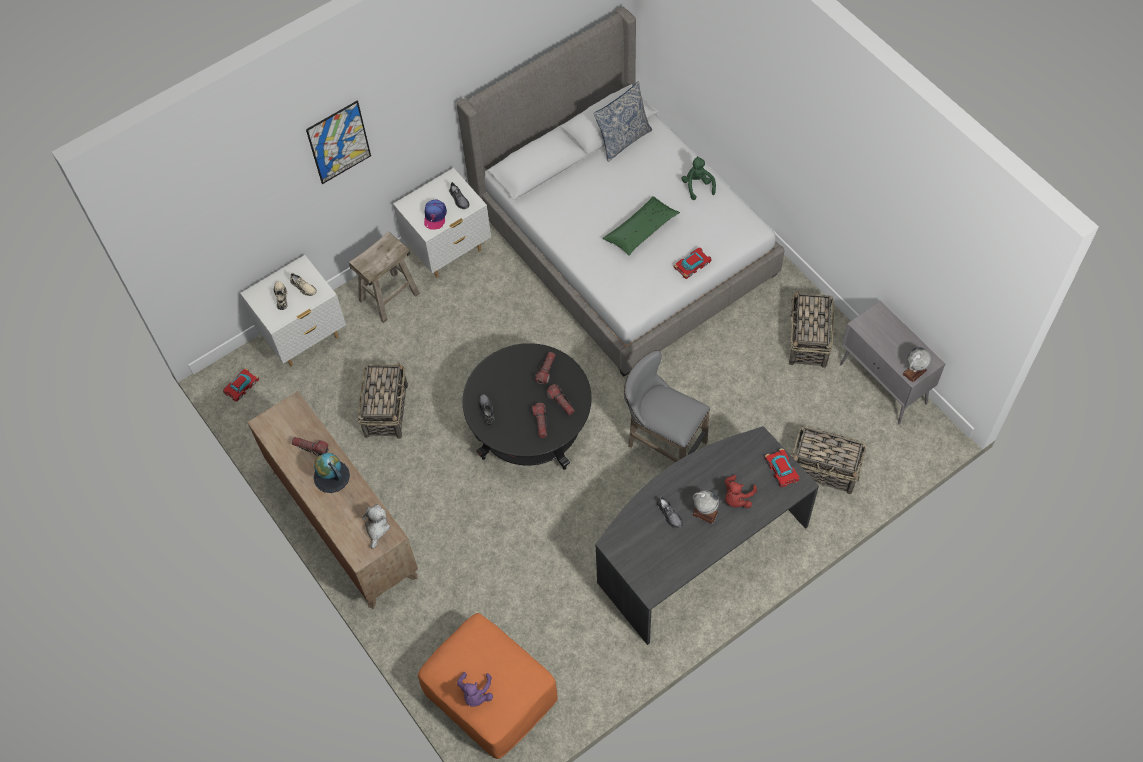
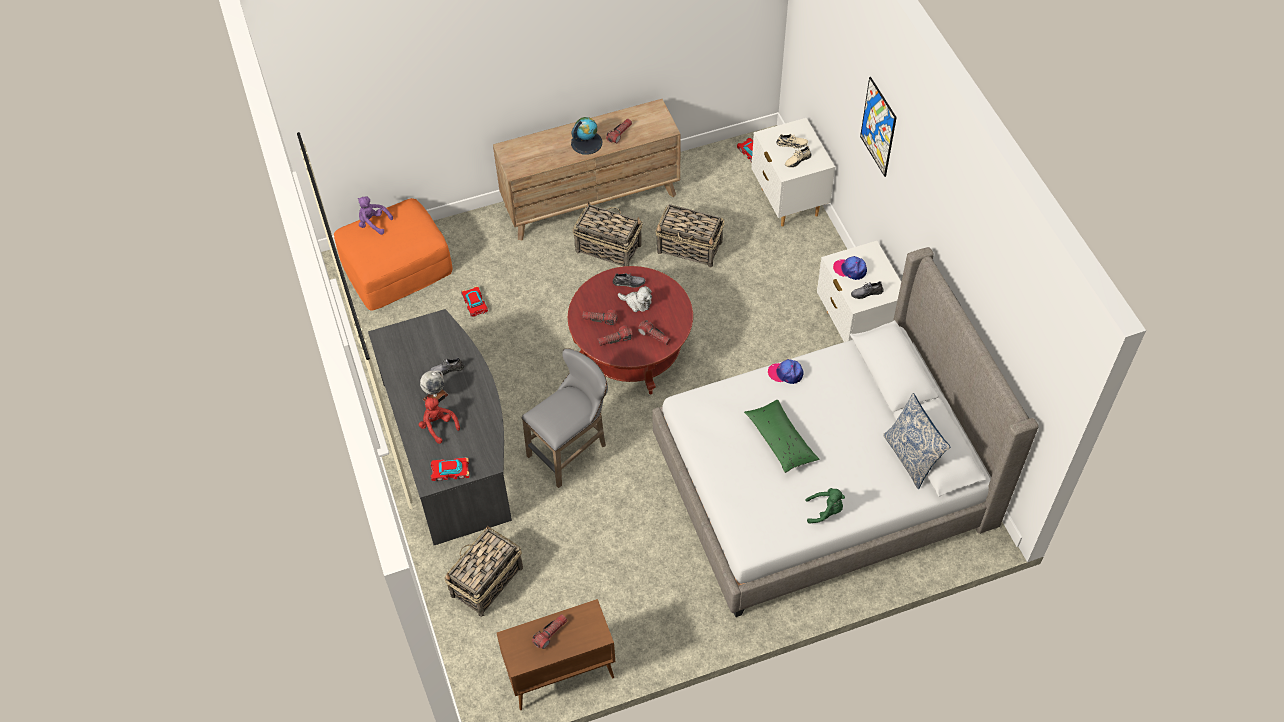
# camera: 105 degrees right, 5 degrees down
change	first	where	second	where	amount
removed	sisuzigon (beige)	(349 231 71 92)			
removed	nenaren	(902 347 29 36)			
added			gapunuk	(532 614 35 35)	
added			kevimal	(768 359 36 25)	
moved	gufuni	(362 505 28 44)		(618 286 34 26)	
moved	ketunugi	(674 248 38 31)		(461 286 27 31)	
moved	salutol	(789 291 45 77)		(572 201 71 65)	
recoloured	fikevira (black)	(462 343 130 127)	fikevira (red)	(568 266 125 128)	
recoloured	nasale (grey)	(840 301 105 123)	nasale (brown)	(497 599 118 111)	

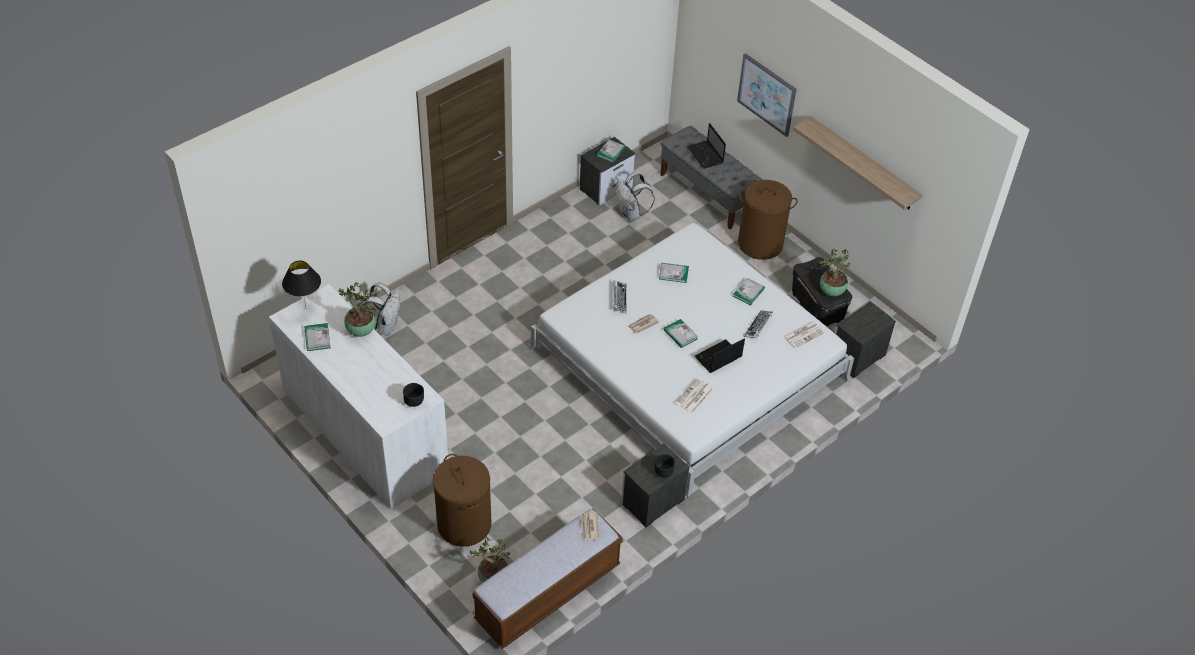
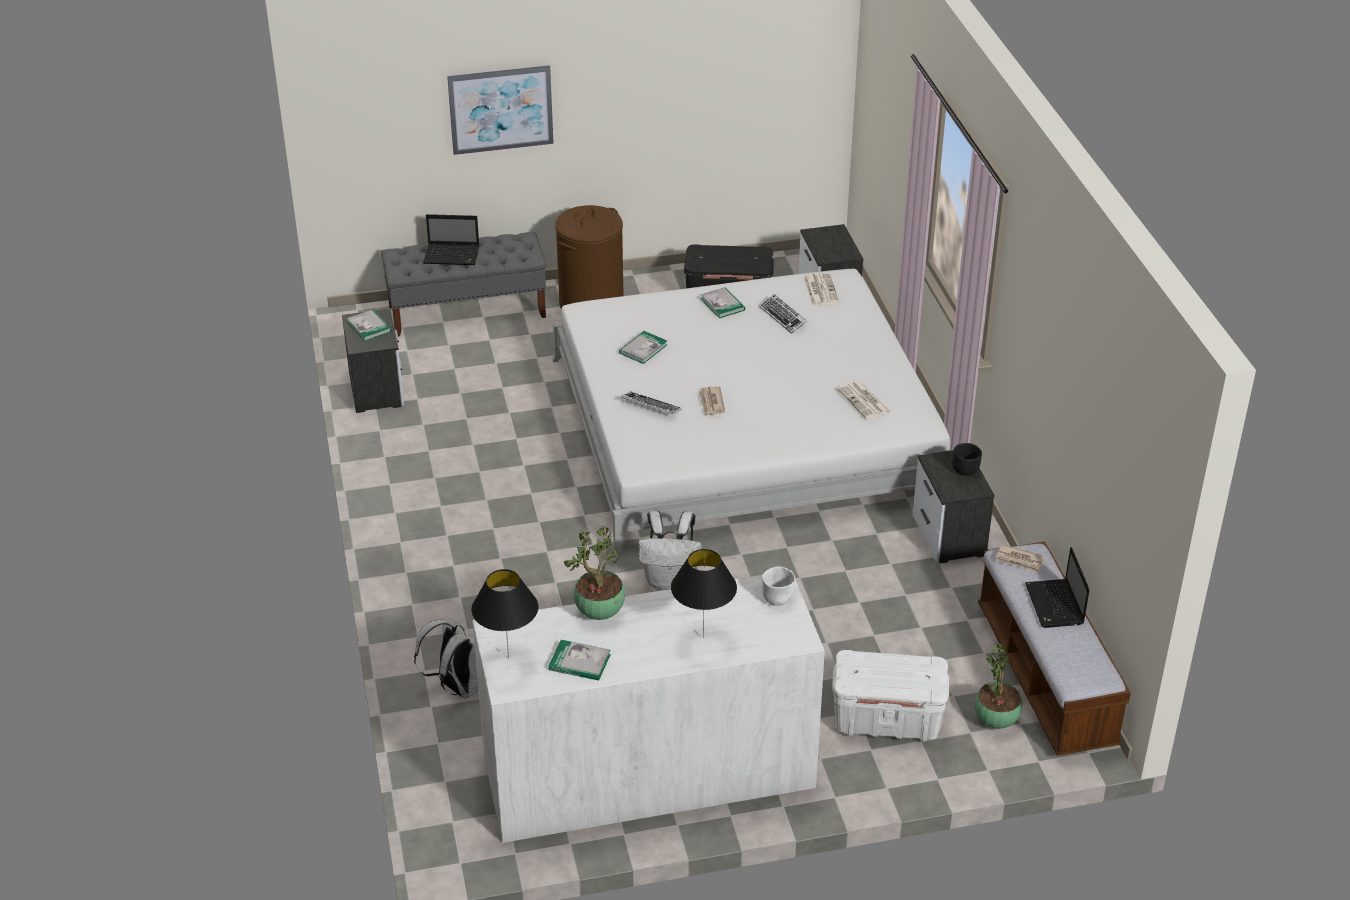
# camera: 60 degrees left, 10 degrees down
change	first	where	second	where	amount
removed	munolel	(663 319 35 29)			
removed	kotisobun	(793 116 129 93)			
removed	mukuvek	(819 248 31 48)			
added			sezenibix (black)	(671 549 66 89)	
moved	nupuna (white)	(616 172 39 49)		(639 511 63 78)	
moved	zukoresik	(695 338 50 35)		(1025 547 65 81)	
replaced	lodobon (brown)	(433 454 58 93)	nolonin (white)	(832 650 117 91)	
recoloured	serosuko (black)	(403 383 21 24)	serosuko (white)	(762 566 33 40)	

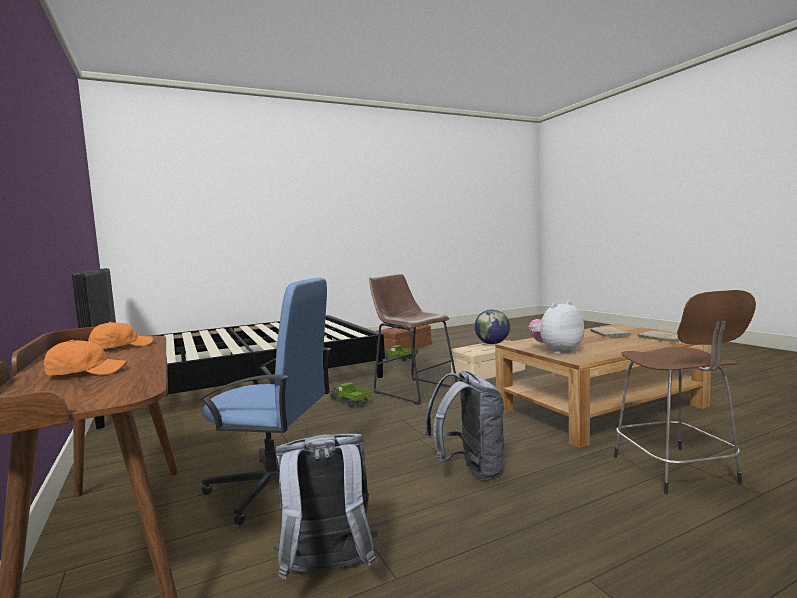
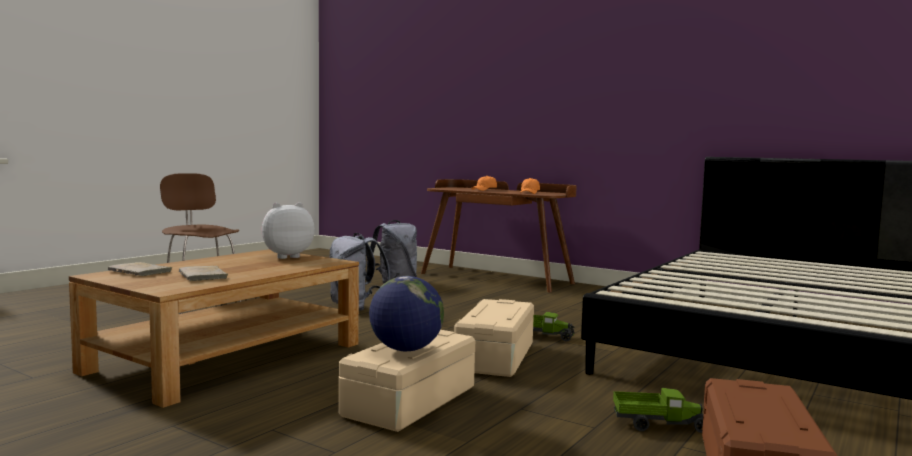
# camera: 150 degrees right, 0 degrees up
change	first	where	second	where	amount
removed	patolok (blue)	(199 277 131 248)			
replaced	sisuzigon (brown)	(369 274 89 131)	nolonin (beige)	(454 299 80 78)	
turned	gufuni	(528 301 56 53)		(261 202 54 57)	150 degrees counterclockwise

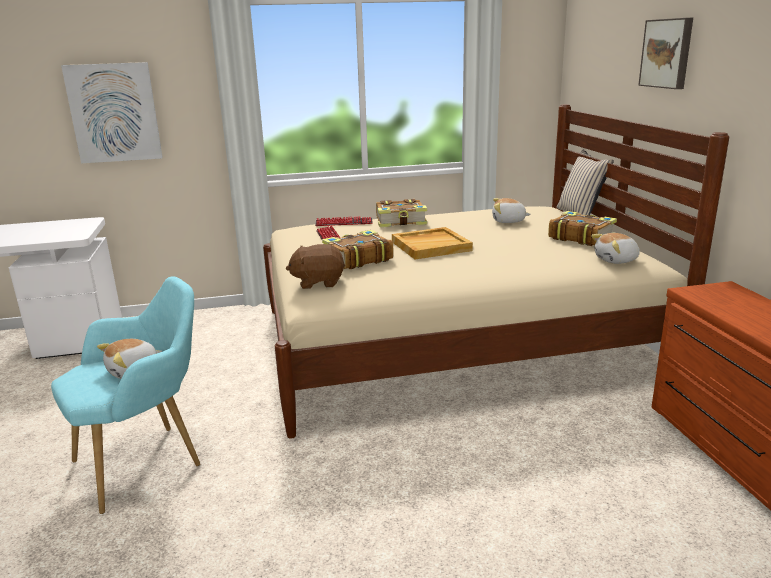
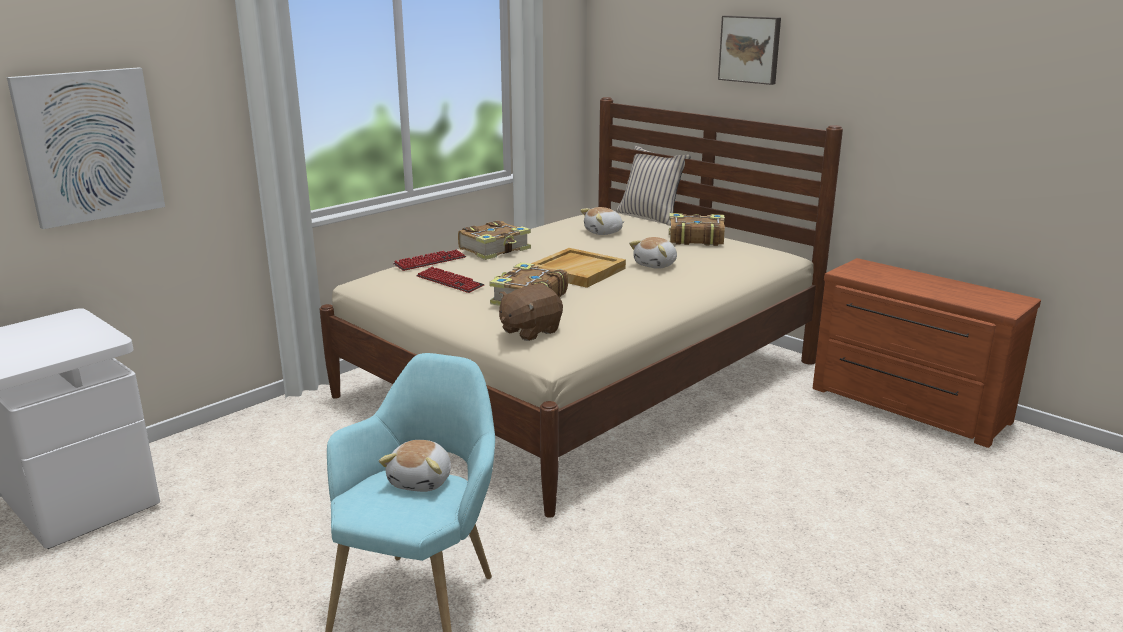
# camera: 35 degrees left, 0 degrees up
change	first	where	second	where	amount
moved	gufuni	(591 233 49 31)		(629 237 48 32)	

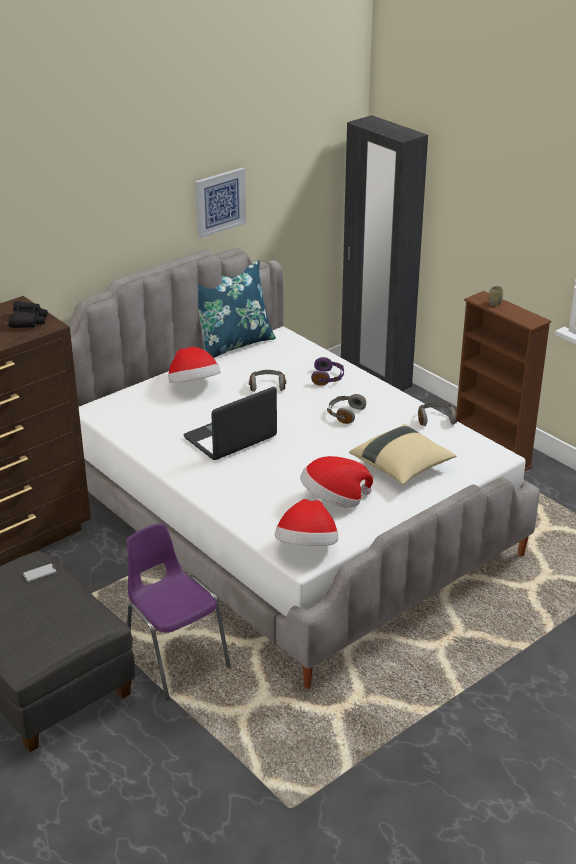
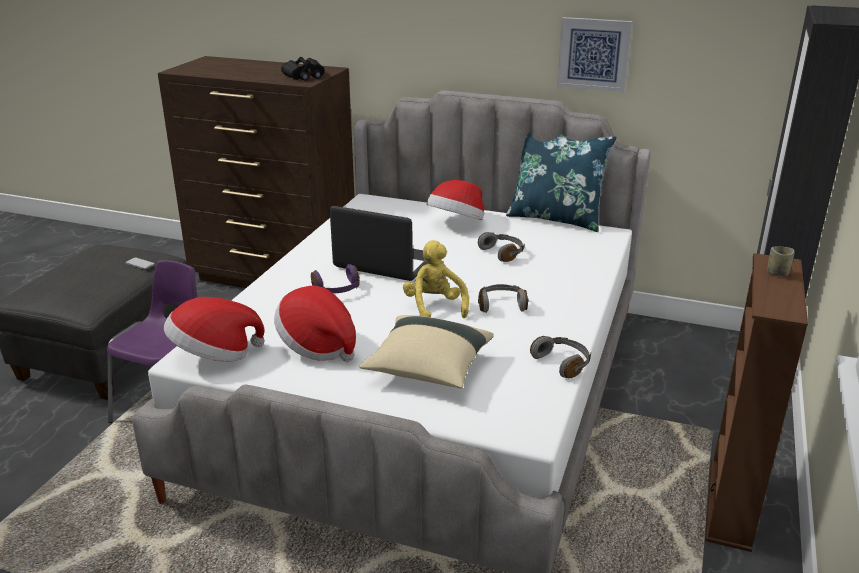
# camera: 60 degrees right, 5 degrees down
change	first	where	second	where	amount
added			gufuni (yellow)	(403 240 66 78)	
moved	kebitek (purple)	(311 357 33 29)		(311 264 49 29)	

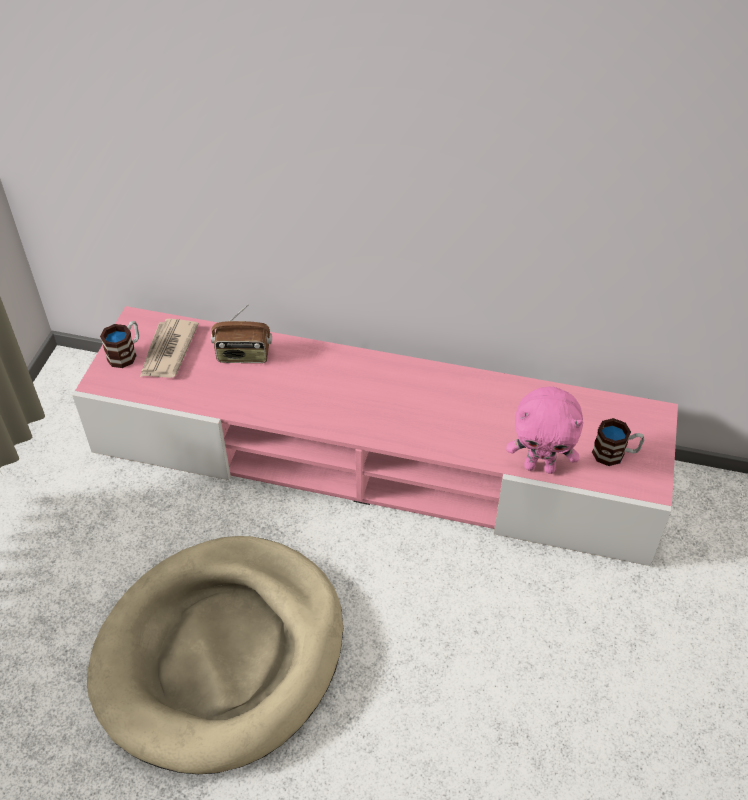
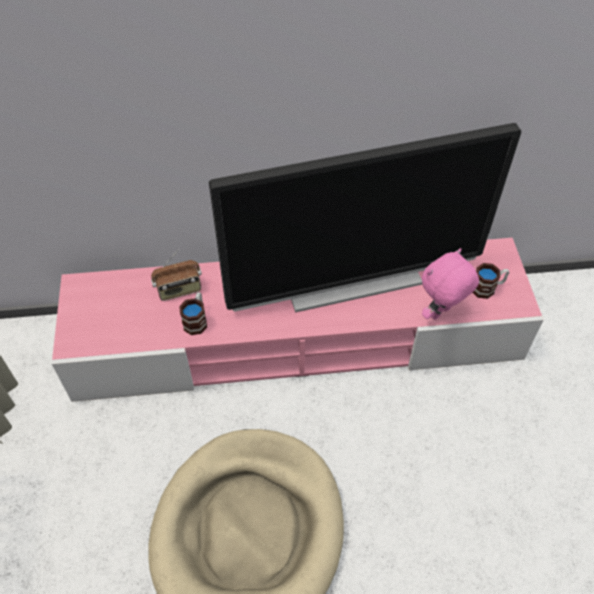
# camera: 20 degrees left, 5 degrees up
change	first	where	second	where	amount
removed	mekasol	(140 319 59 59)			
added			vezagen	(209 123 313 190)	
moved	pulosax	(100 321 39 47)		(179 292 28 43)	
turned	gufuni (pink)	(506 387 77 87)		(422 248 57 72)	150 degrees clockwise

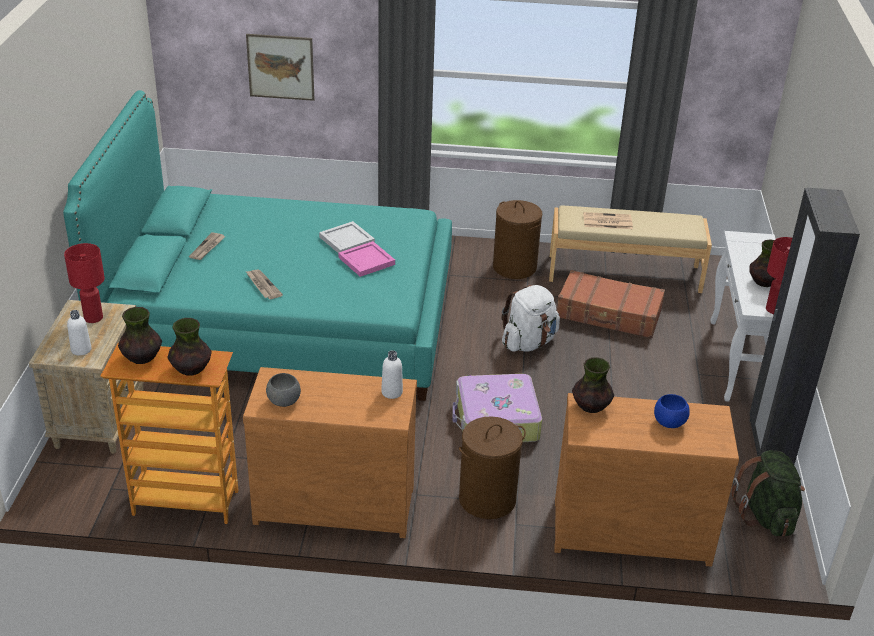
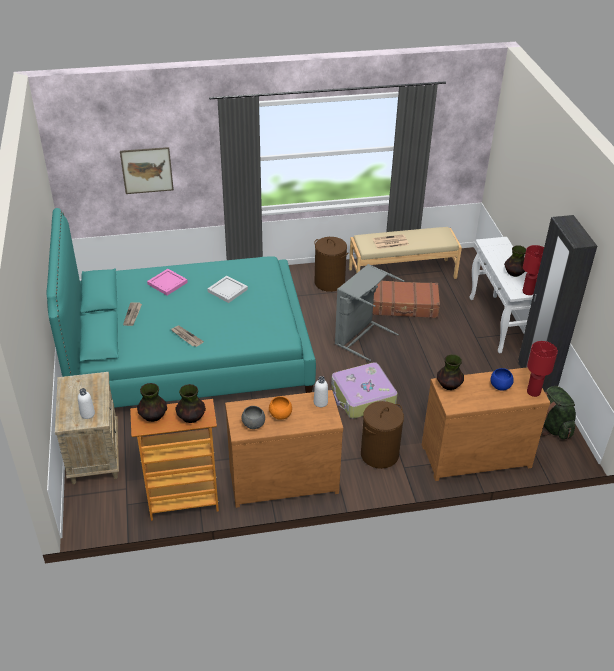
# camera: 15 degrees left, 5 degrees up
change	first	where	second	where	amount
added			serosuko (orange)	(269 396 23 24)	
moved	sezenibix (red)	(64 243 41 80)		(527 341 31 56)	
moved	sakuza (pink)	(338 241 57 36)		(147 269 41 26)	
replaced	nupuna (white)	(502 285 58 67)	lodobon (grey)	(335 264 69 97)	

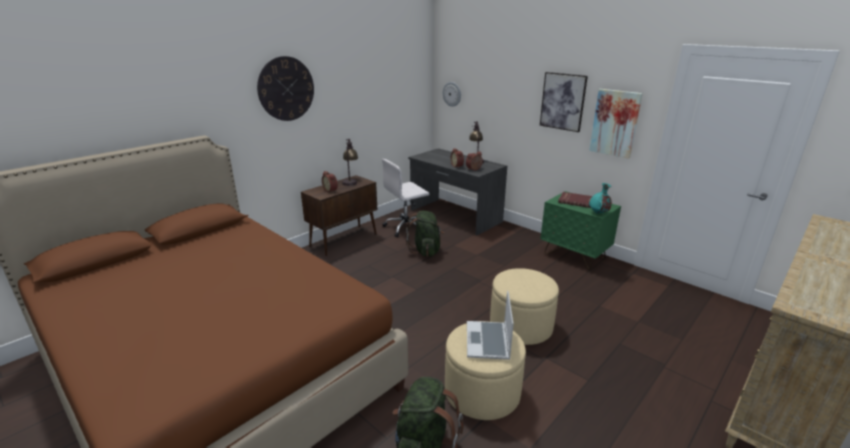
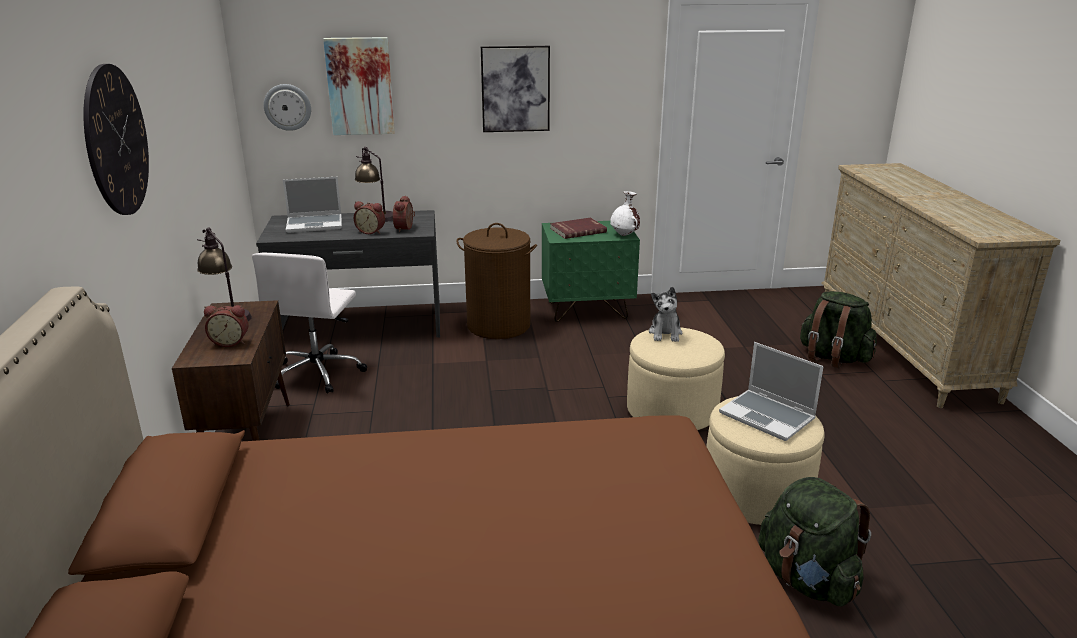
# camera: 50 degrees left, 0 degrees up
change	first	where	second	where	amount
added			zukoresik	(283 177 59 56)	
added			lodobon (brown)	(456 223 81 116)	
added			gufuni	(649 287 33 55)	
moved	nupuna (green)	(406 211 38 46)		(800 291 77 77)	
moved	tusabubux	(589 89 54 70)		(323 37 72 98)	
recoloured	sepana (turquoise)	(589 183 23 31)	sepana (white)	(610 191 30 45)	

